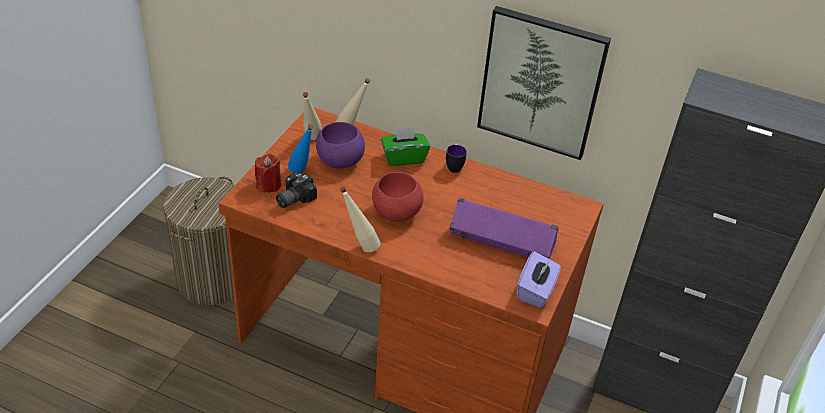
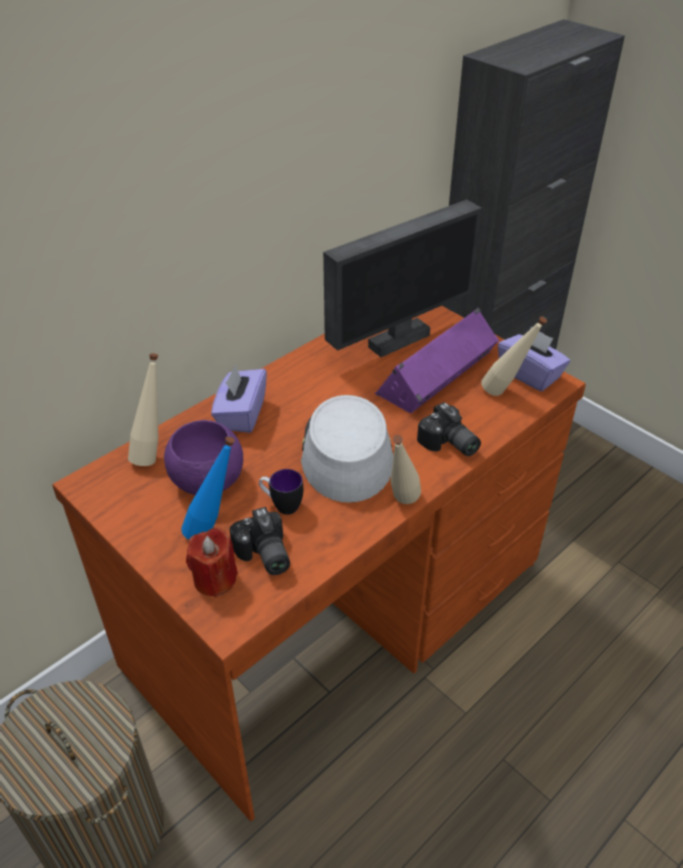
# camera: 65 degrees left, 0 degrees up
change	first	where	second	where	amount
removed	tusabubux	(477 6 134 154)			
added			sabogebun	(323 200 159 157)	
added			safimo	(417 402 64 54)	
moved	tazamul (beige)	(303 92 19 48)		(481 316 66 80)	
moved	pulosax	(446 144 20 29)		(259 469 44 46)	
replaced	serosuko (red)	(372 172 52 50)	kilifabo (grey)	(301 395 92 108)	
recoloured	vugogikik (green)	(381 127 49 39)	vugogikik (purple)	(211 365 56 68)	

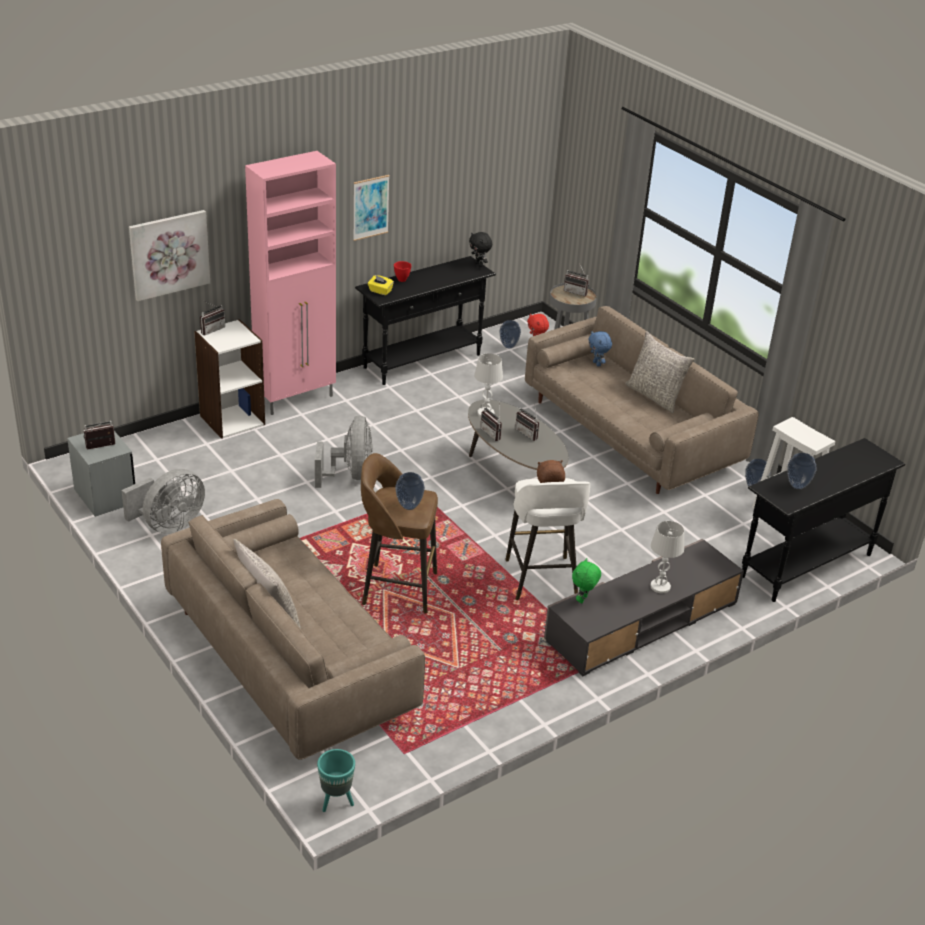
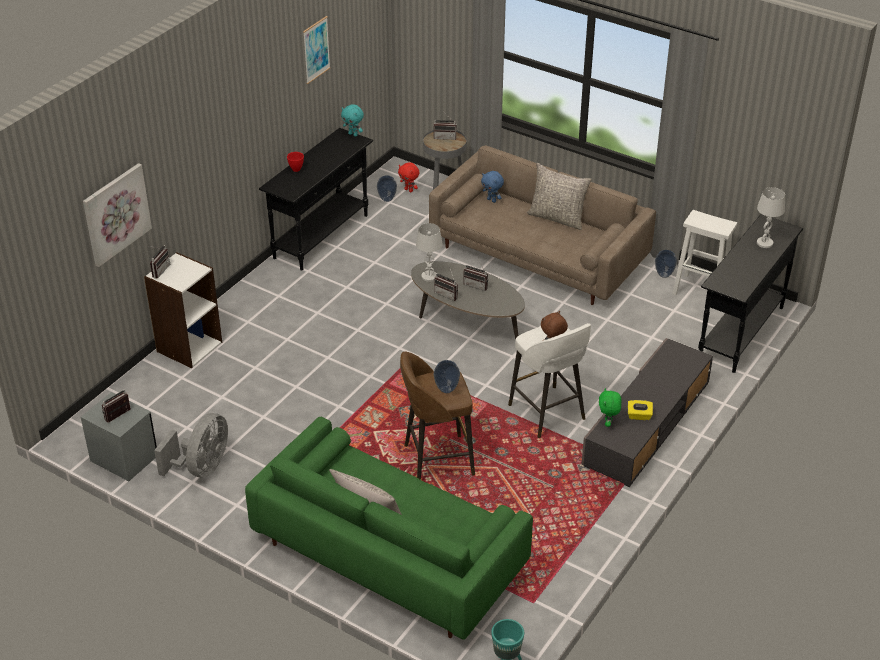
# camera: 20 degrees left, 5 degrees up
change	first	where	second	where	amount
removed	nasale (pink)	(245 151 91 264)			
removed	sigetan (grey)	(315 416 58 72)			
removed	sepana	(787 453 29 36)			
moved	tusabubux	(353 175 37 66)		(303 16 27 68)	
moved	vugogikik (yellow)	(368 275 26 20)		(628 400 25 20)	
moved	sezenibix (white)	(651 521 33 72)		(757 187 28 61)	
recoloured	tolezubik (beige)	(161 499 264 261)	tolezubik (green)	(245 417 288 223)	
recoloured	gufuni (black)	(469 232 23 35)	gufuni (turquoise)	(341 104 23 33)	

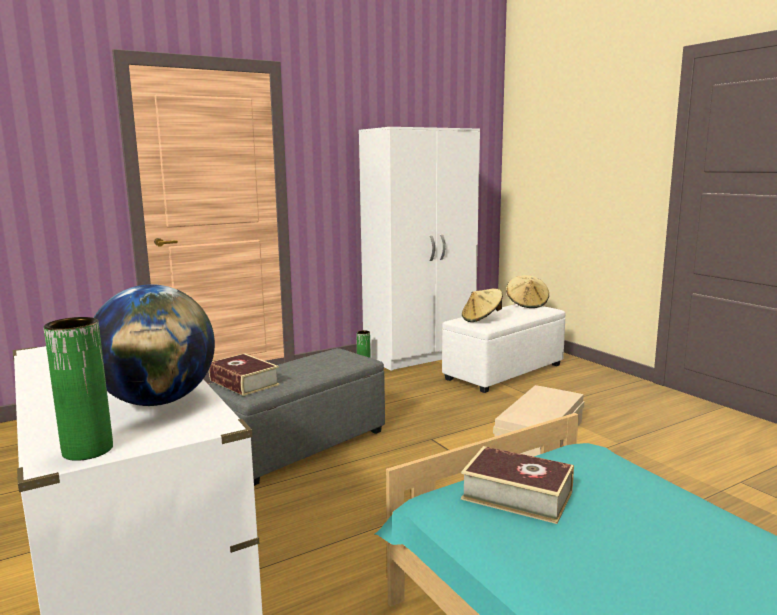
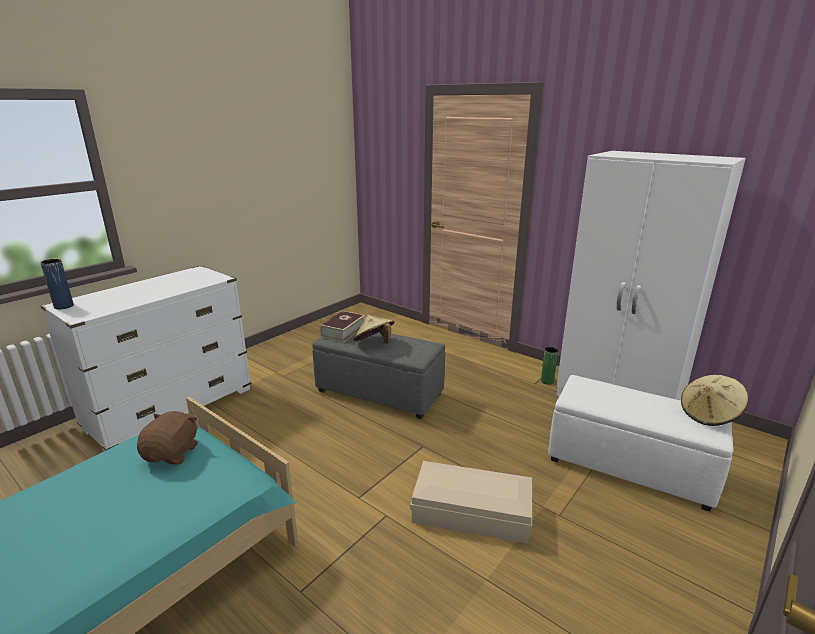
# camera: 70 degrees right, 10 degrees up
change	first	where	second	where	amount
removed	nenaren	(93 284 122 122)			
moved	kilifabo (beige)	(462 288 41 34)		(353 315 42 29)	
replaced	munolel	(461 446 113 78)	gufuni (brown)	(137 411 61 53)	
recoloured	sepana (green)	(43 317 70 144)	sepana (blue)	(41 259 33 50)	

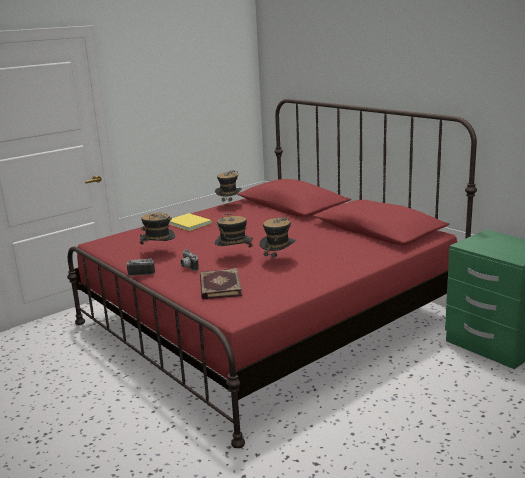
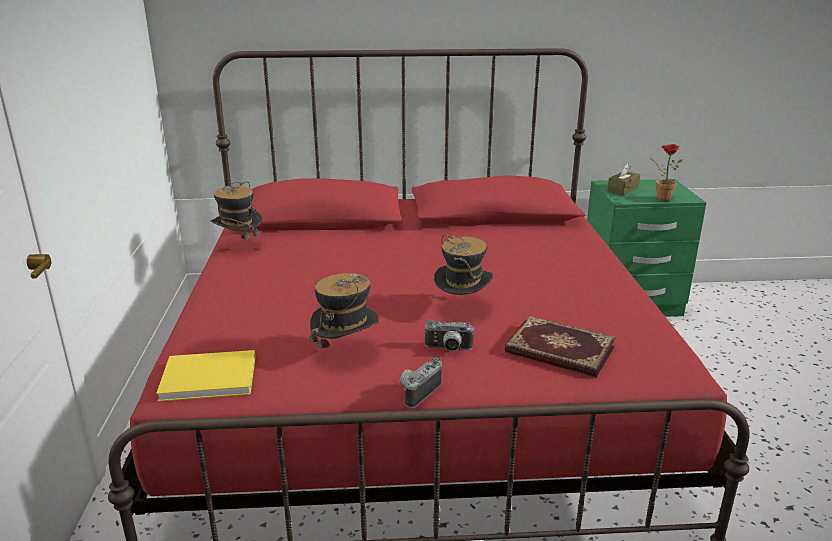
# camera: 55 degrees left, 5 degrees up
change	first	where	second	where	amount
removed	kilifabo	(259 217 37 41)			
added			vugogikik (brown)	(607 163 33 32)	
added			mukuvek	(650 144 33 57)	
moved	munolel (yellow)	(169 213 43 18)		(156 350 100 51)	

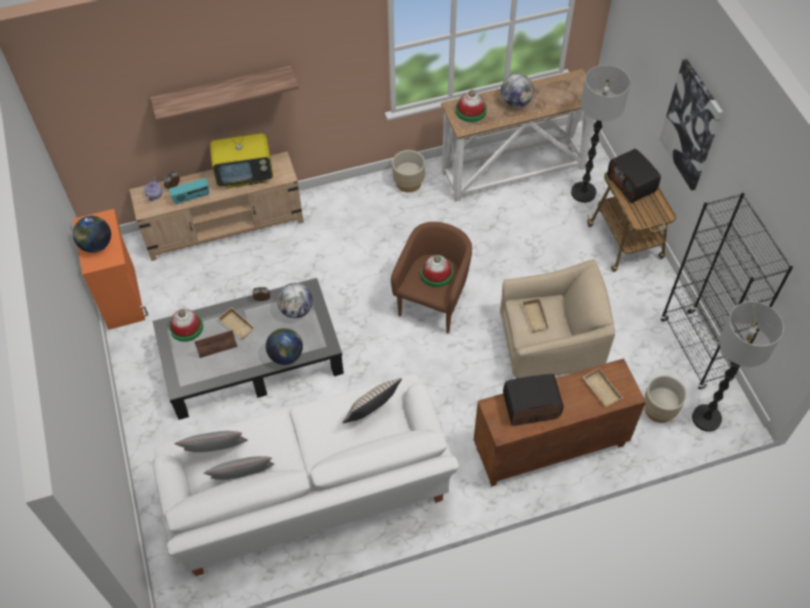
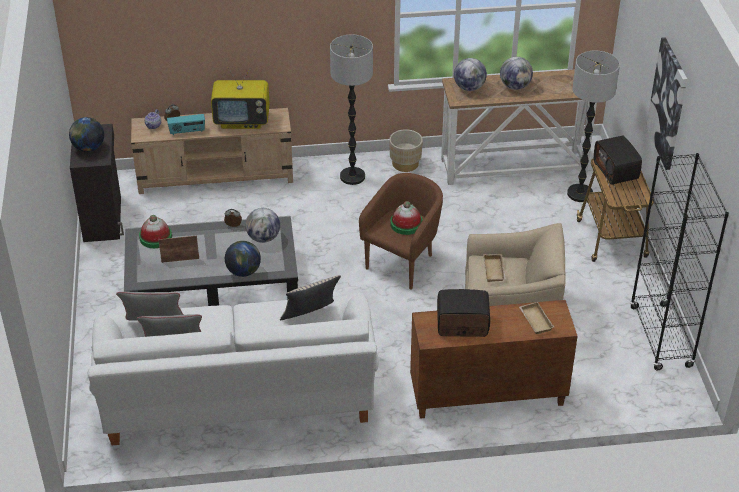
# camera: 10 degrees right, 15 degrees down
change	first	where	second	where	amount
removed	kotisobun	(150 66 149 55)			
removed	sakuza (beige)	(218 307 38 33)			
removed	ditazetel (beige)	(644 376 43 47)			
moved	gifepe	(692 301 92 131)		(330 34 43 151)	
replaced	kilifabo	(456 90 31 32)	nenaren	(454 58 33 33)	
recoloured	nasale (orange)	(73 209 75 121)	nasale (black)	(70 124 54 118)	

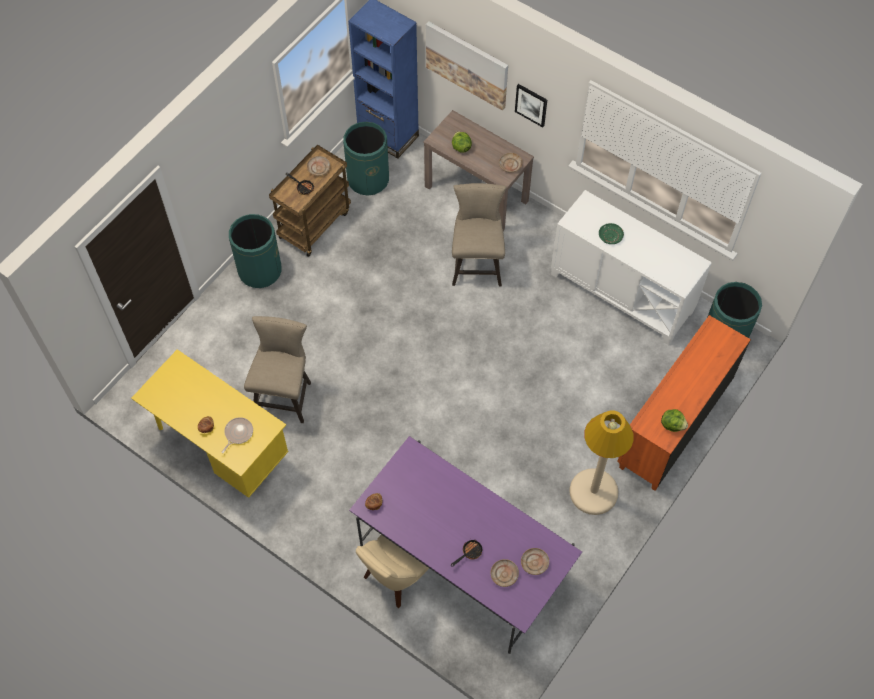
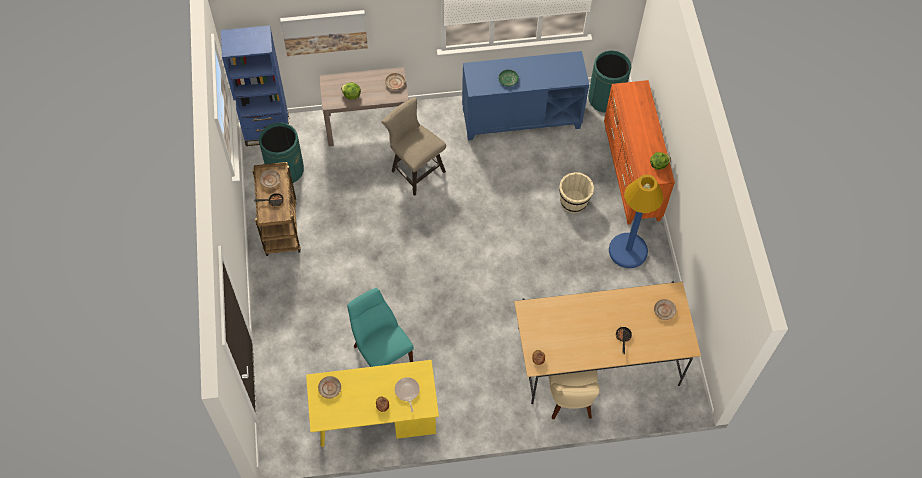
# camera: 45 degrees left, 0 degrees up
change	first	where	second	where	amount
removed	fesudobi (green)	(229 214 53 74)			
removed	tusabubux	(515 84 32 43)			
added			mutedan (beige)	(559 172 35 41)	
moved	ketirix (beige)	(491 559 28 28)		(318 376 23 23)	
replaced	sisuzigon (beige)	(244 316 67 107)	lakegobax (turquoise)	(347 288 67 79)	
recoloured	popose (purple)	(349 436 233 218)	popose (beige)	(514 281 187 123)	
recoloured	nasale (white)	(551 190 161 155)	nasale (blue)	(462 51 127 90)	
recoloured	gifepe (beige)	(570 410 64 105)	gifepe (blue)	(609 175 54 93)	

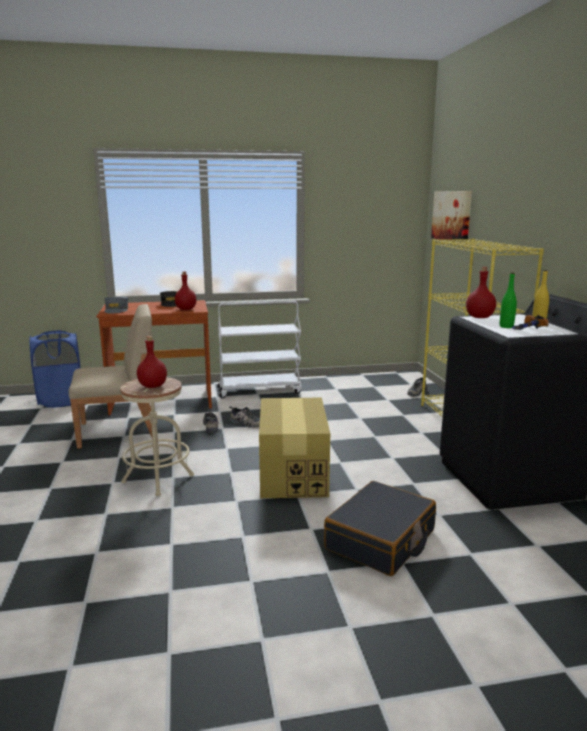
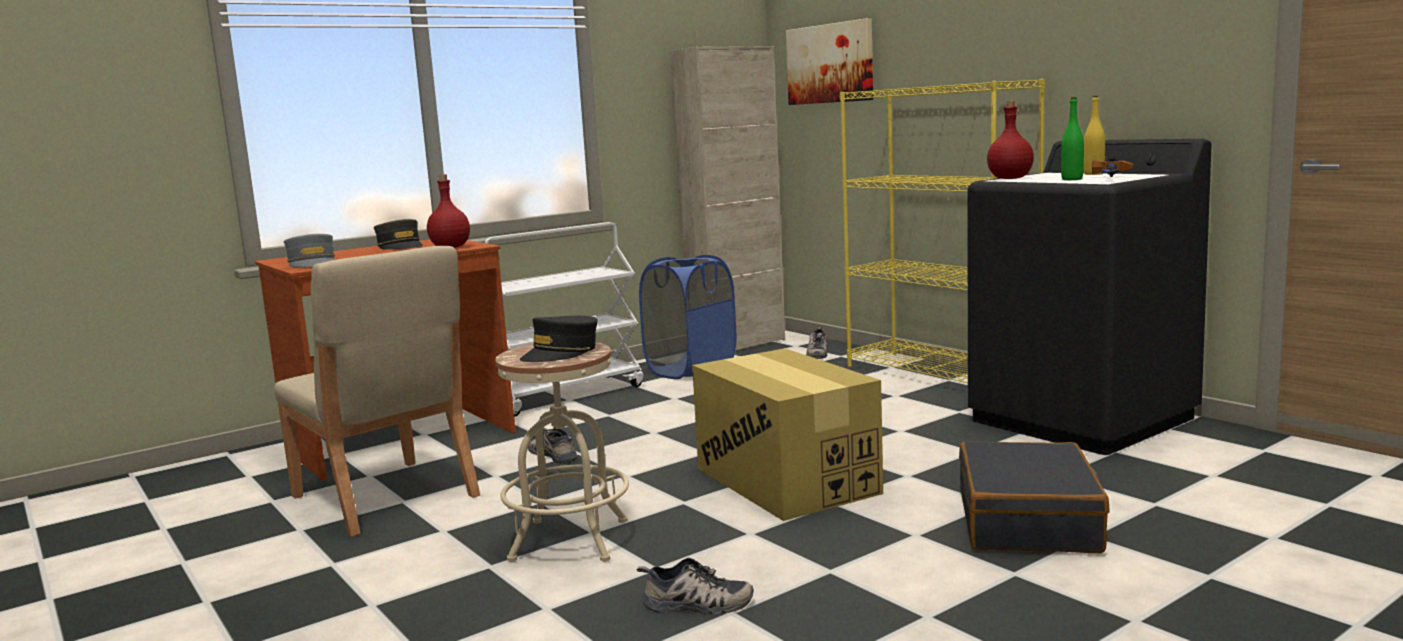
# camera: 25 degrees left, 5 degrees down
change	first	where	second	where	amount
added			nasale (beige)	(670 46 115 304)	
moved	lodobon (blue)	(29 330 51 78)		(639 255 97 124)	
moved	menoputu	(229 406 31 22)		(637 558 117 56)	
replaced	tazamul (red)	(137 336 30 52)	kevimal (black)	(520 316 78 46)	
turned	lakegobax (beige)	(68 304 84 145)		(274 246 206 291)	90 degrees clockwise

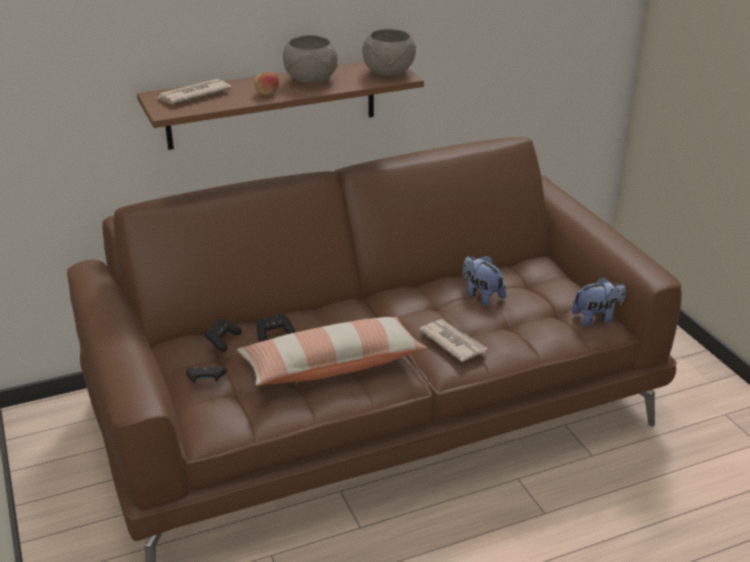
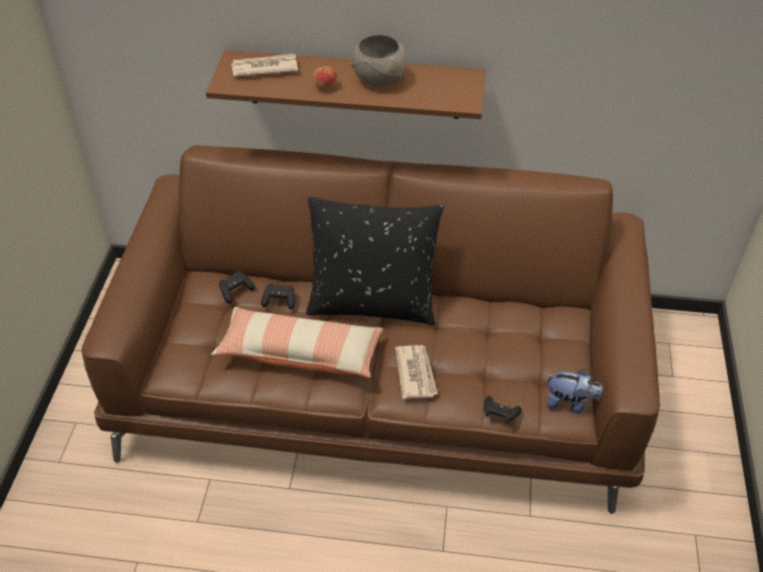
# camera: 30 degrees right, 15 degrees up
change	first	where	second	where	amount
removed	serosuko (grey)	(362 29 54 47)			
removed	gufuni	(462 256 44 51)			
added			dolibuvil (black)	(306 197 138 128)	
moved	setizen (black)	(186 365 41 18)		(484 396 38 28)	

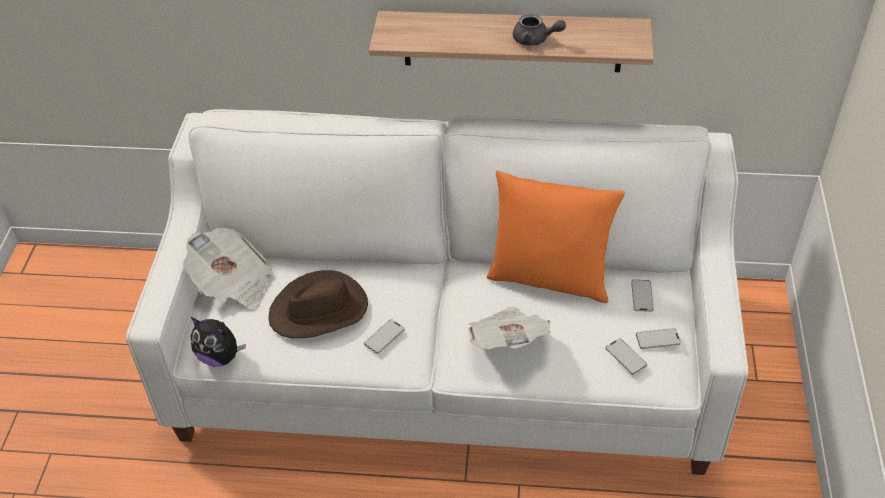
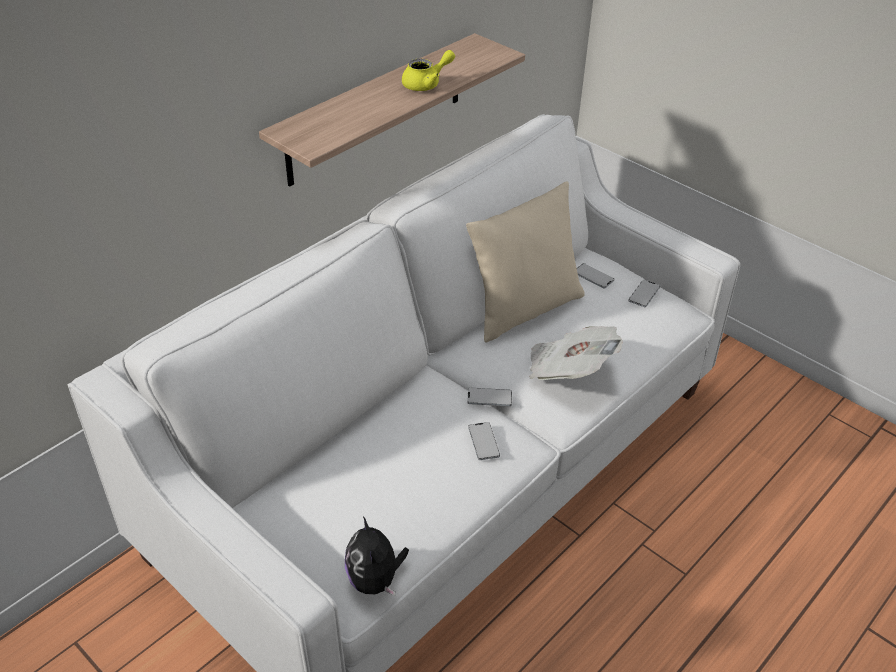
# camera: 55 degrees left, 5 degrees down
change	first	where	second	where	amount
removed	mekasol	(183 228 89 80)			
removed	kilifabo (brown)	(268 270 100 68)			
moved	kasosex	(605 338 42 37)		(467 388 45 18)	
recoloured	dolibuvil (orange)	(487 171 138 132)	dolibuvil (beige)	(466 181 119 162)	
recoloured	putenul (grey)	(513 14 53 32)	putenul (yellow)	(402 50 53 41)	
turned	gufuni	(190 317 56 50)		(345 517 64 79)	105 degrees clockwise

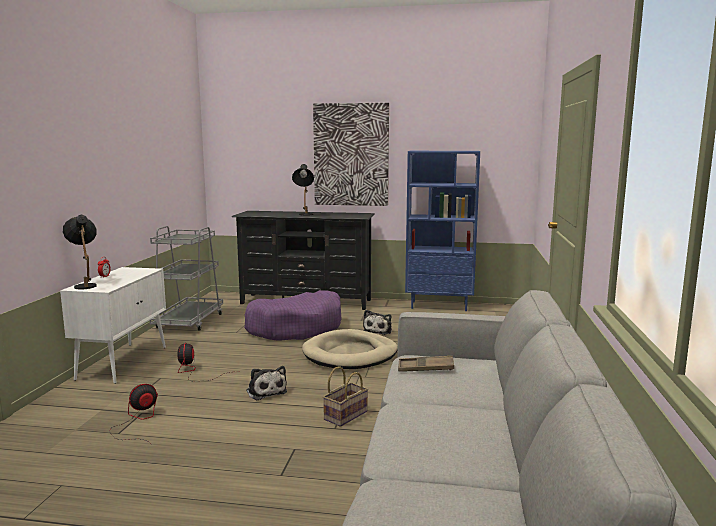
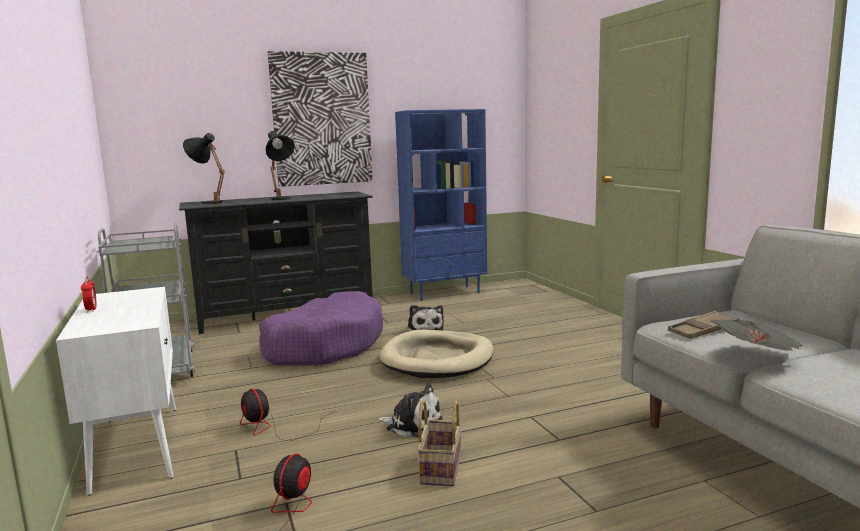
# camera: 30 degrees left, 0 degrees up
change	first	where	second	where	amount
added			mekasol	(711 319 92 32)	
moved	sezenibix (black)	(63 215 34 74)		(183 133 42 71)	
moved	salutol	(323 366 45 61)		(417 400 44 86)	

